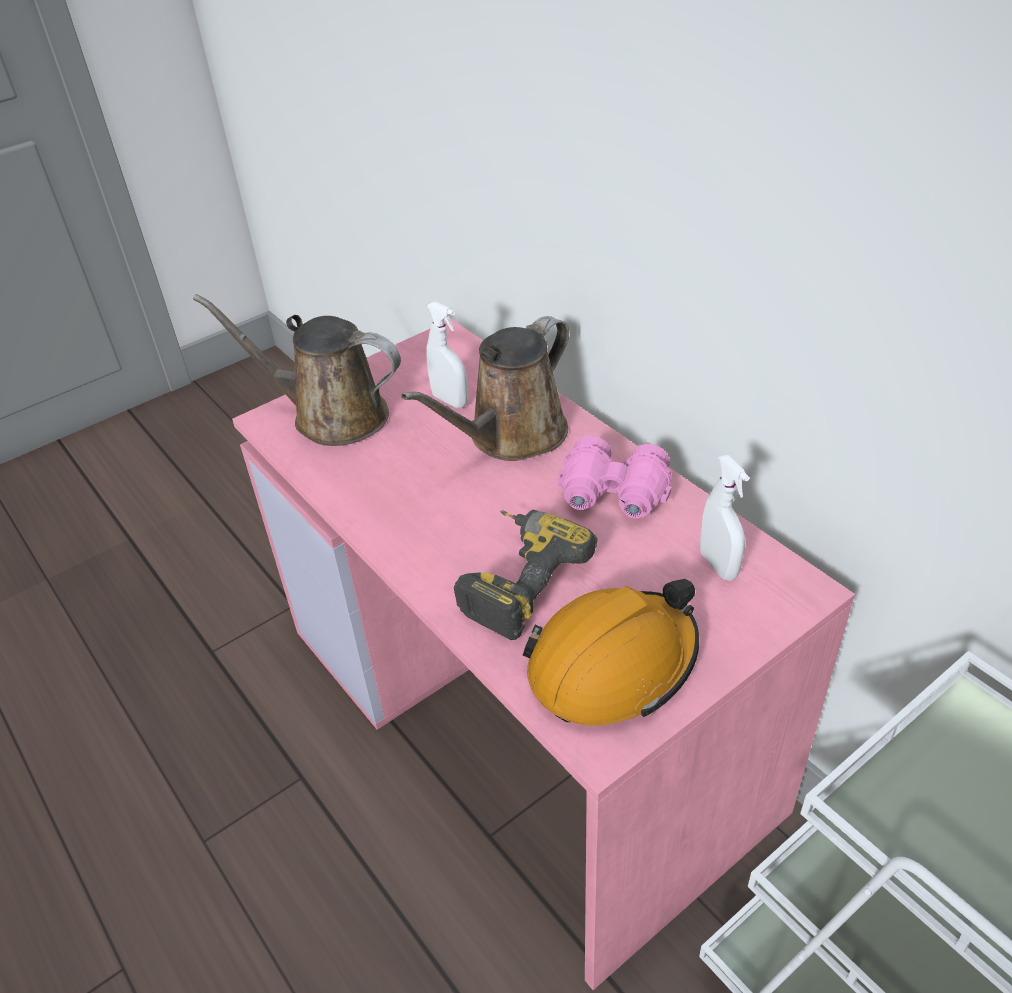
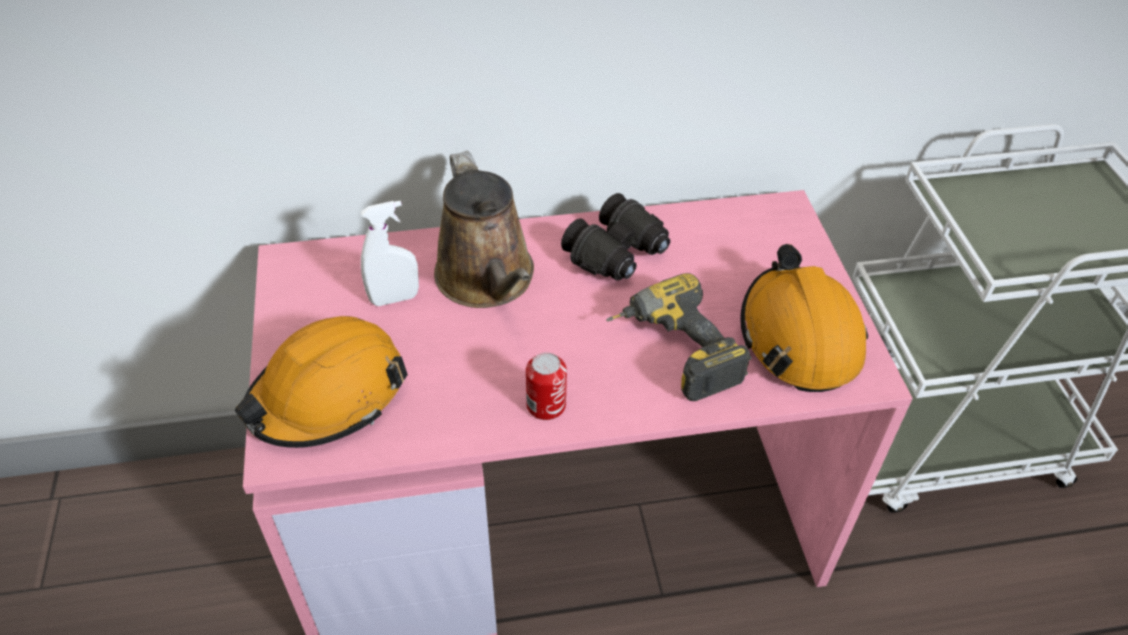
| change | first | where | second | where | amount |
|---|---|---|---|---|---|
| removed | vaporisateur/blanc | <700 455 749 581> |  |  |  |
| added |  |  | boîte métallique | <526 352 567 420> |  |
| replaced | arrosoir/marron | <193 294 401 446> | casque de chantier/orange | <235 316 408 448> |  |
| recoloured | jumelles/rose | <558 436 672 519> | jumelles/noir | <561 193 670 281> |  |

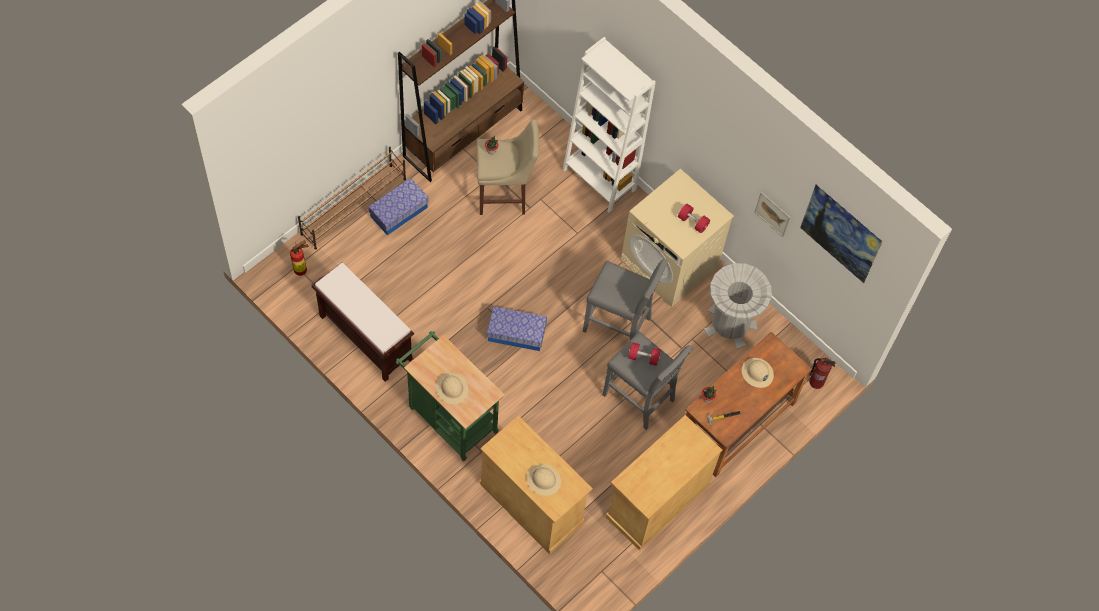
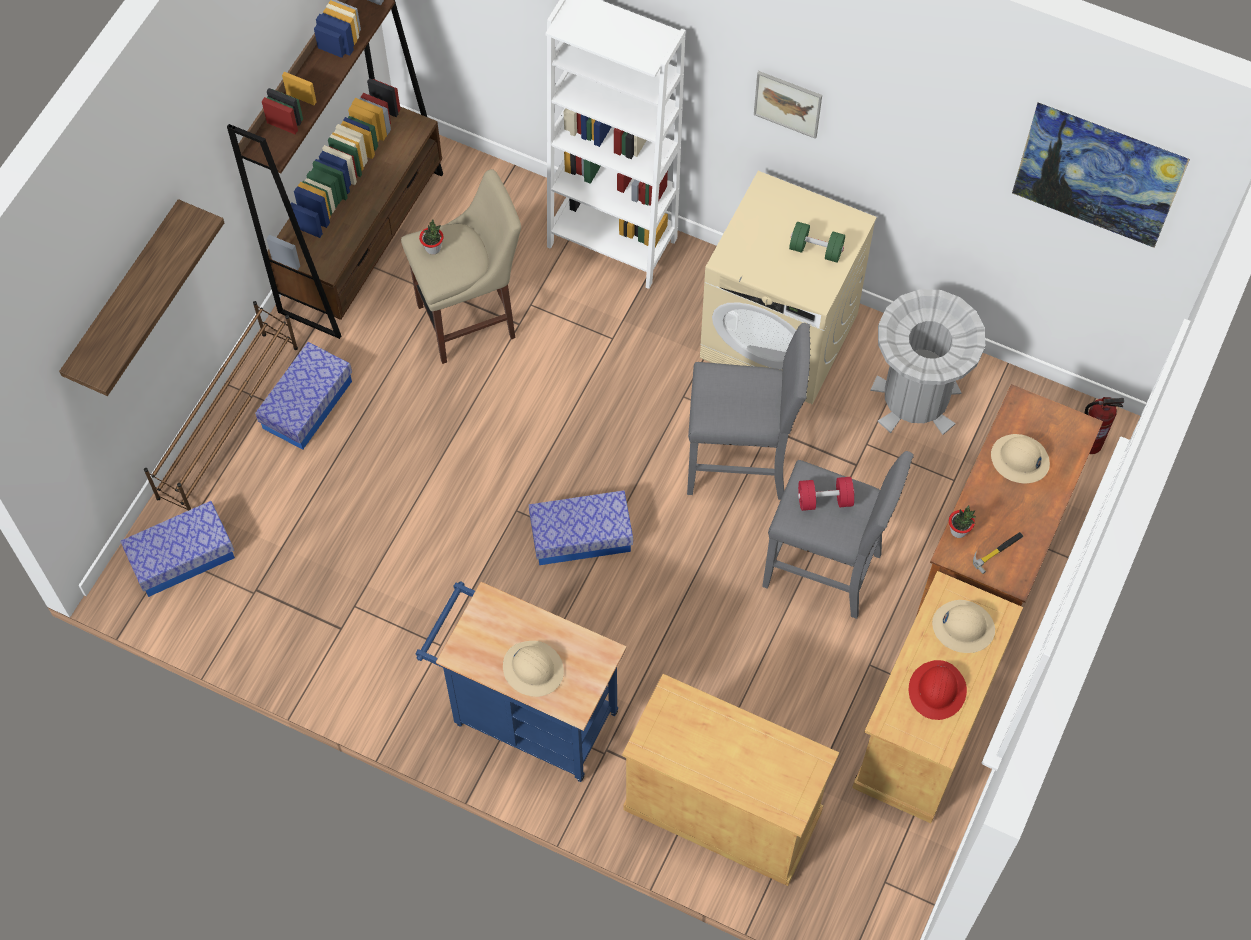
| change | first | where | second | where | amount |
|---|---|---|---|---|---|
| removed | banc/marron | <312 262 414 382> |  |  |  |
| added |  |  | étagère | <59 199 224 396> |  |
| added |  |  | casque de chantier/rouge | <909 660 967 720> |  |
| moved | casque de chantier/beige | <527 464 561 496> |  | <932 600 995 653> |  |
| moved | tableau | <755 192 791 237> |  | <754 71 822 139> |  |
| replaced | extincteur | <290 240 309 276> | boîte de rangement | <120 501 235 597> |  |
| recoloured | chariot/vert | <396 331 505 461> | chariot/bleu | <416 581 627 782> |  |
| recoloured | haltère/rouge | <678 204 710 233> | haltère/vert | <789 222 845 263> |  |

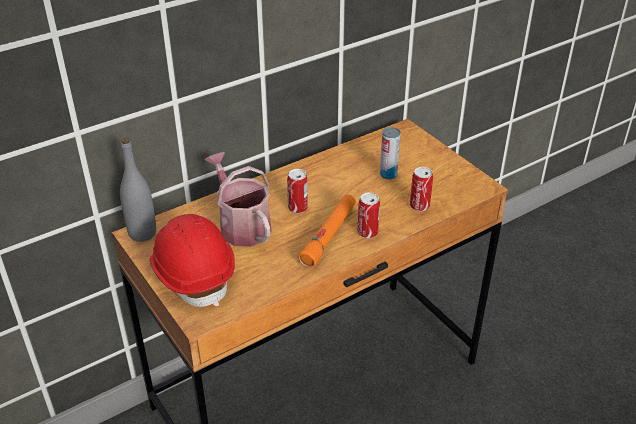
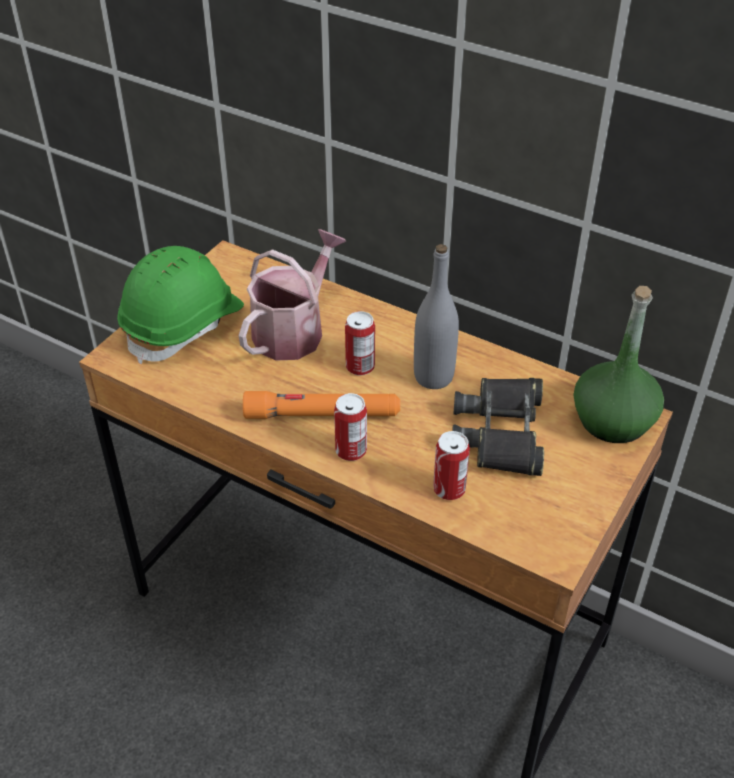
| change | first | where | second | where | amount |
|---|---|---|---|---|---|
| added |  |  | bouteille/vert | <574 286 664 443> |  |
| moved | bouteille/gris | <120 138 156 242> |  | <414 244 459 389> |  |
| replaced | boîte métallique | <380 127 401 179> | jumelles/noir | <452 378 544 476> |  |
| recoloured | casque de chantier/rouge | <149 214 235 307> | casque de chantier/vert | <117 246 244 364> |  |

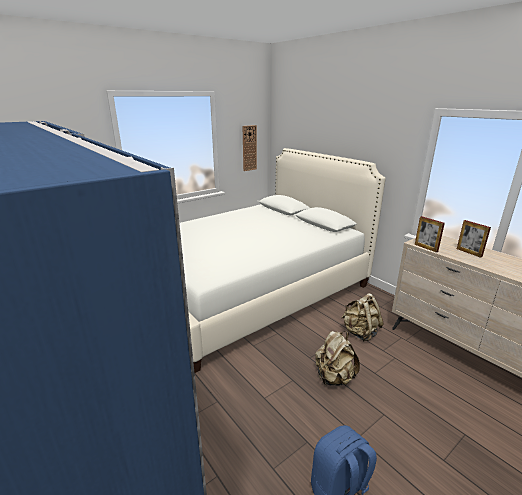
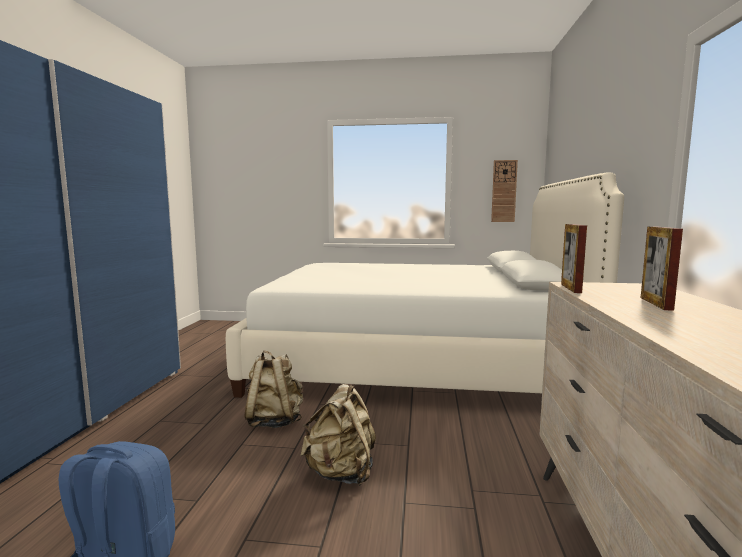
| change | first | where | second | where | amount |
|---|---|---|---|---|---|
| moved | sac à dos/beige | <341 293 384 342> |  | <244 351 304 428> |  |

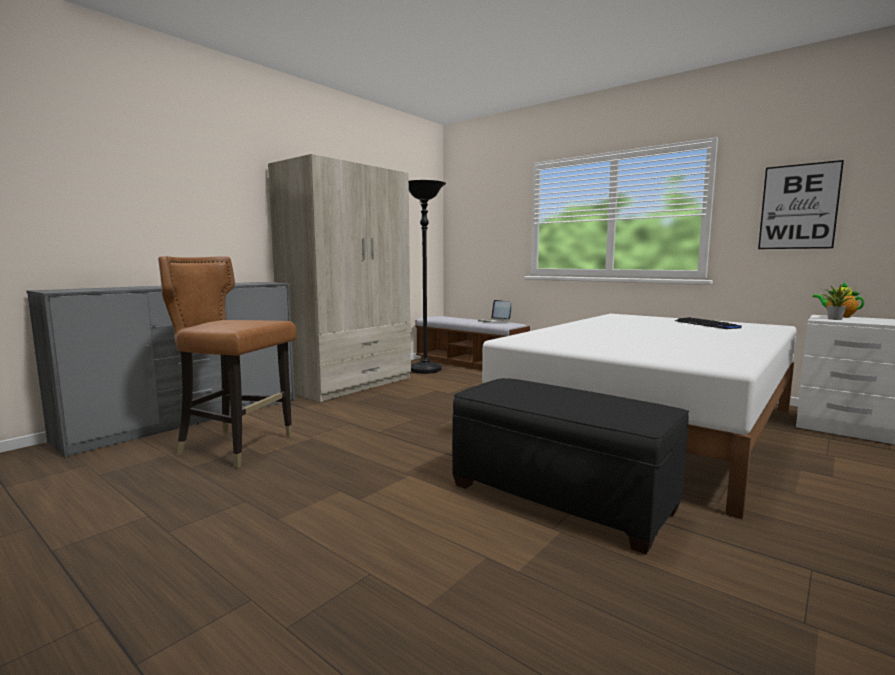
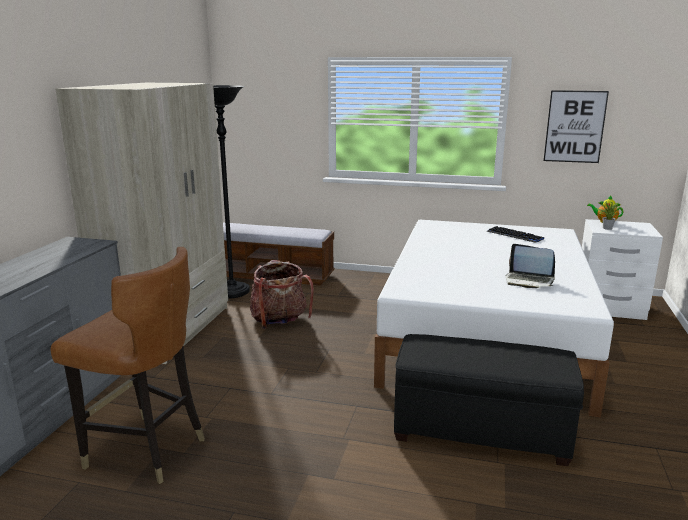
| change | first | where | second | where | amount |
|---|---|---|---|---|---|
| added |  |  | sac à dos | <250 260 314 329> |  |
| moved | ordinateur portable | <478 300 511 322> |  | <506 244 555 288> |  |
| turned | chaise/marron | <158 256 297 468> |  | <51 247 205 484> | 150 degrees counterclockwise |

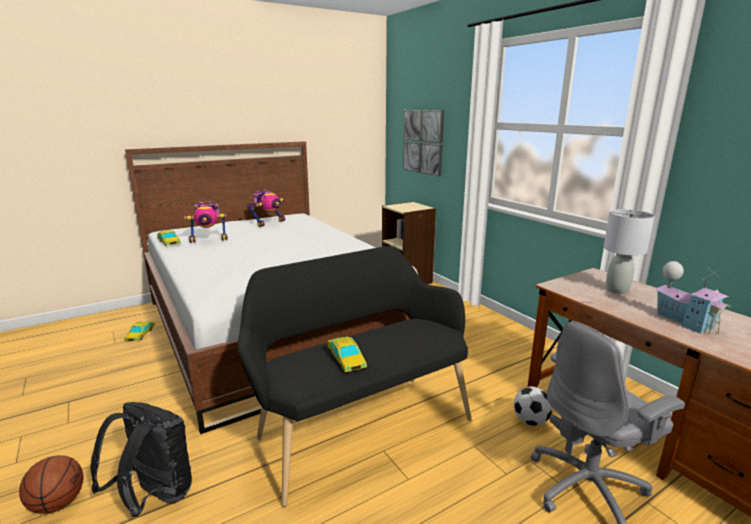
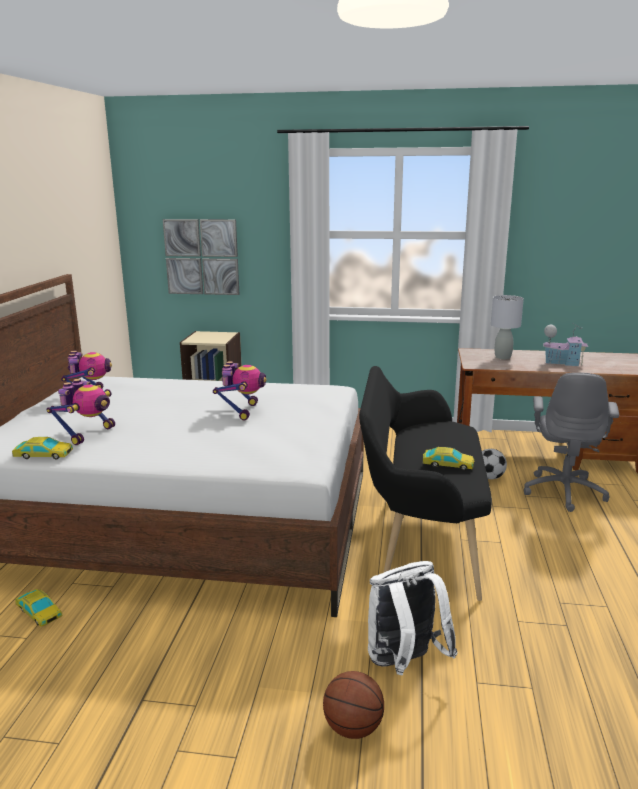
| change | first | where | second | where | amount |
|---|---|---|---|---|---|
| added |  |  | robot jouet | <213 361 267 420> |  |
| recoloured | sac à dos/noir | <90 402 192 517> | sac à dos/blanc | <368 561 458 675> |  |

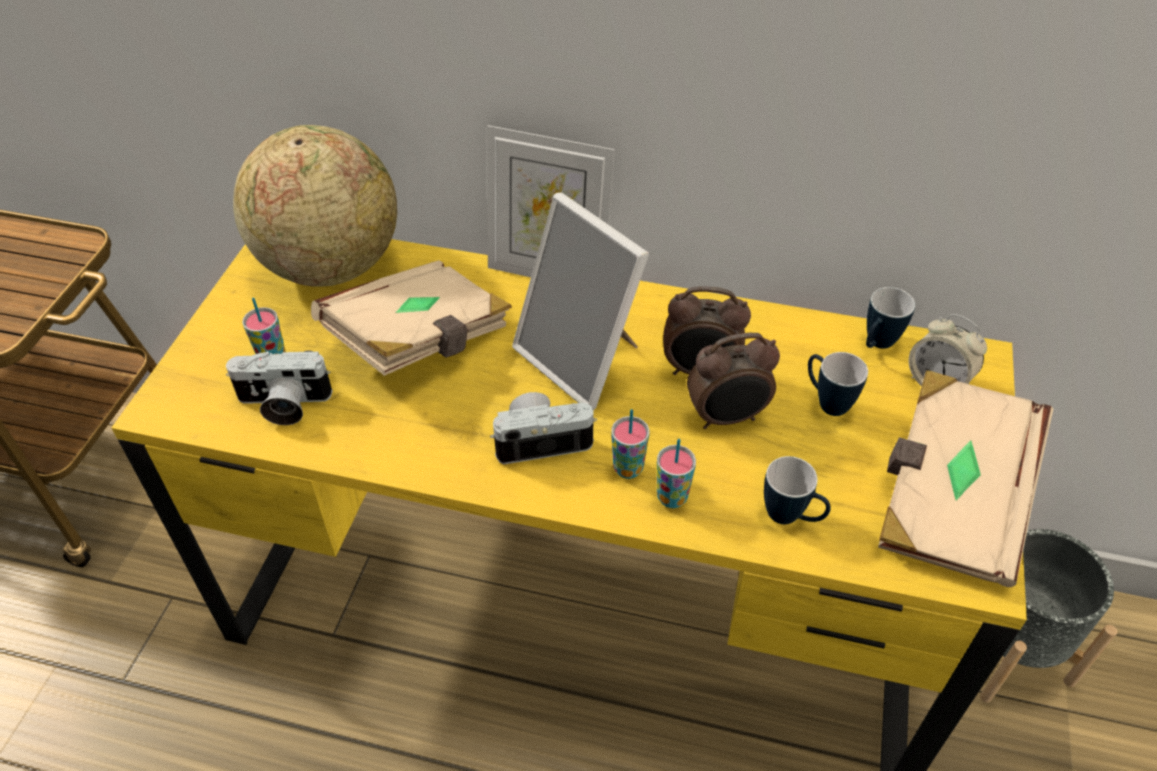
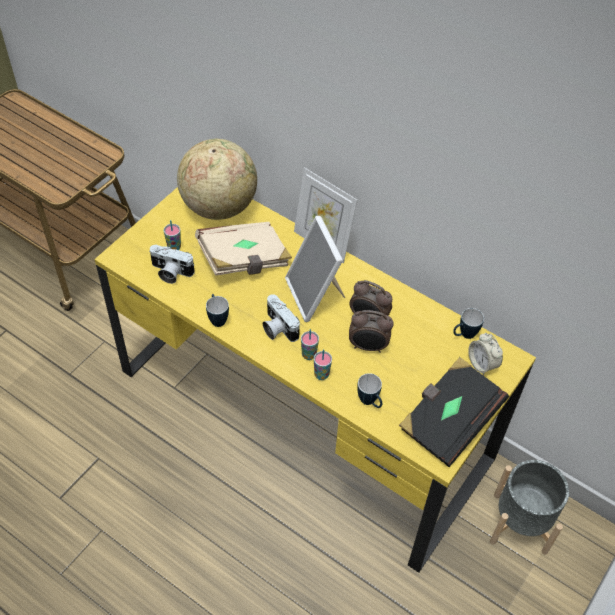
| change | first | where | second | where | amount |
|---|---|---|---|---|---|
| moved | mug | <808 352 868 416> |  | <206 294 229 327> |  |
| recoloured | livre/beige | <878 370 1054 587> | livre/noir | <399 357 509 467> |  |
| turned | appareil photo | <490 392 597 464> |  | <263 294 300 342> | 135 degrees counterclockwise |

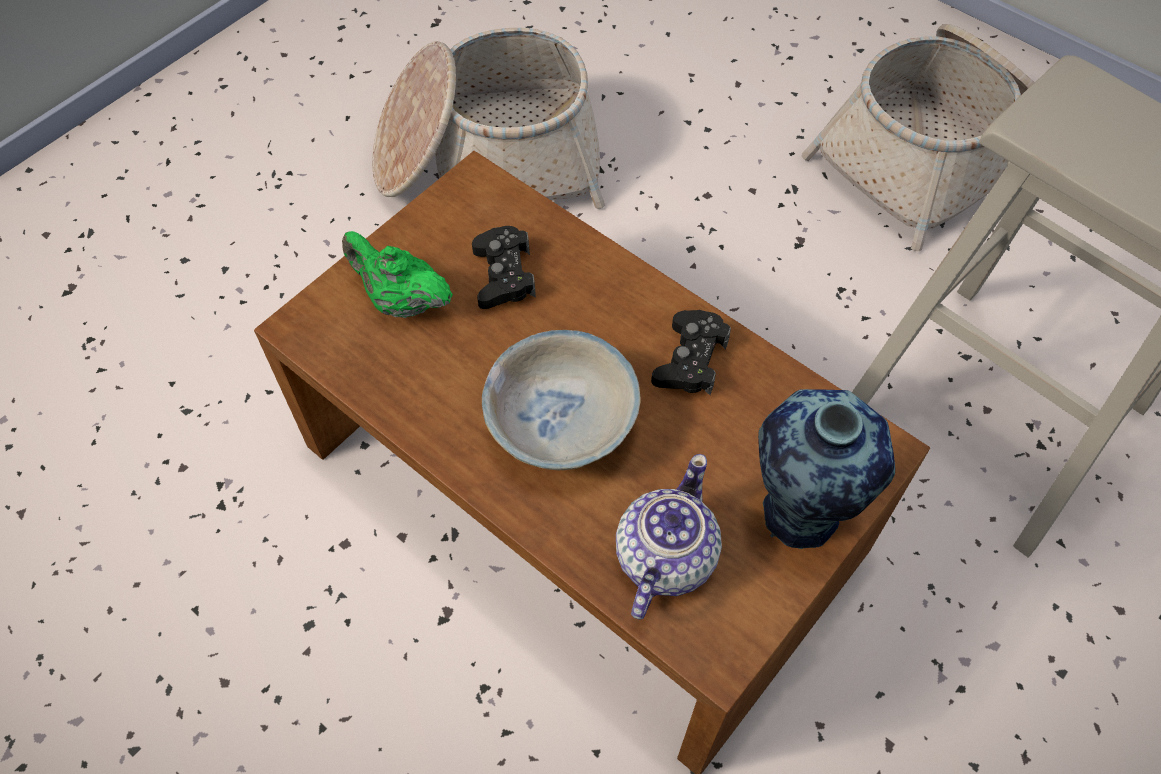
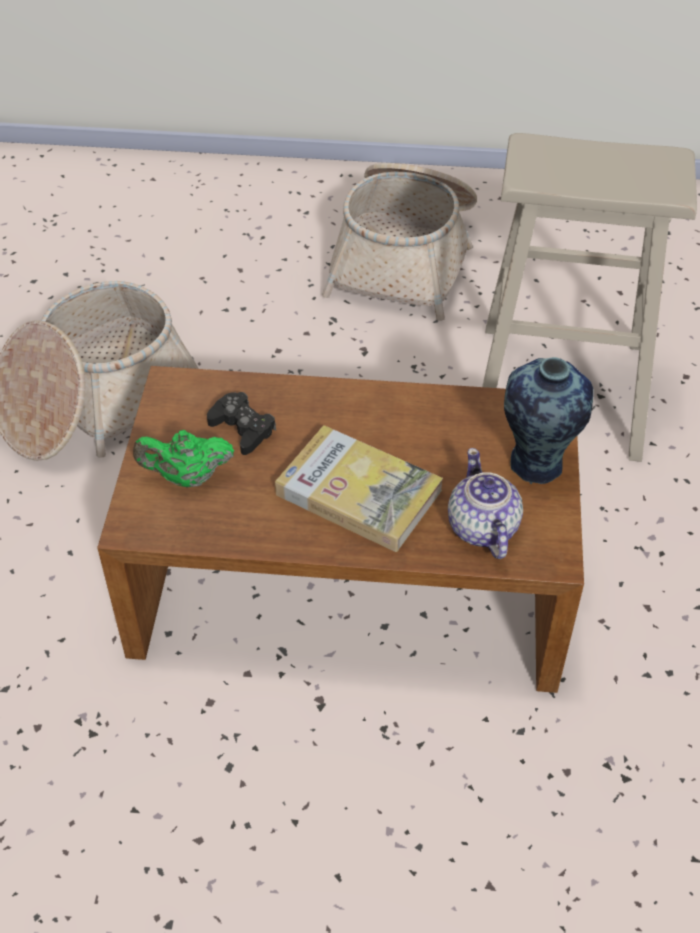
| change | first | where | second | where | amount |
|---|---|---|---|---|---|
| removed | manette/noir | <651 310 731 395> |  |  |  |
| replaced | bol/blanc | <482 330 641 470> | livre | <275 425 443 552> |  |

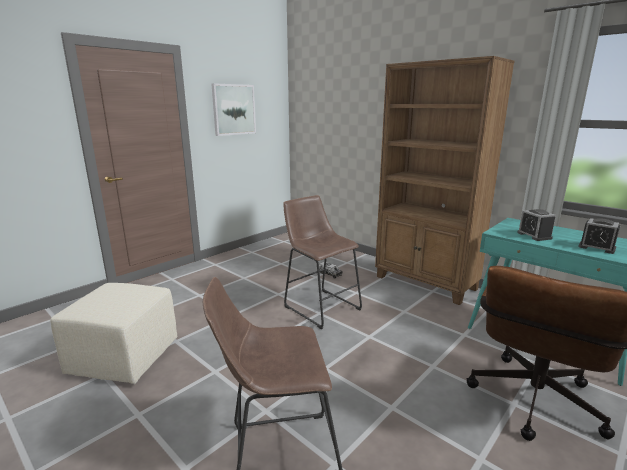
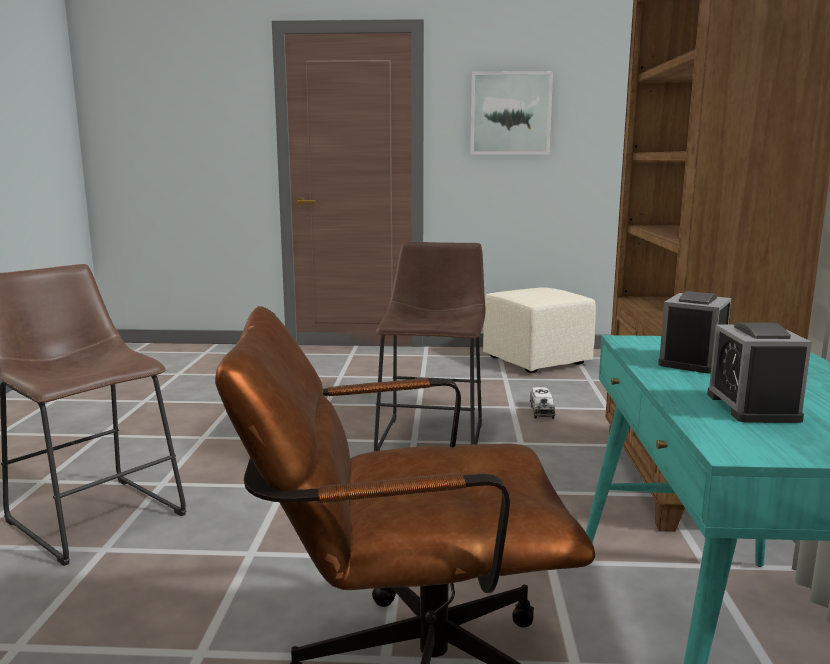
| change | first | where | second | where | amount |
|---|---|---|---|---|---|
| moved | pouf/beige | <50 283 177 384> |  | <483 287 596 373> |  |

